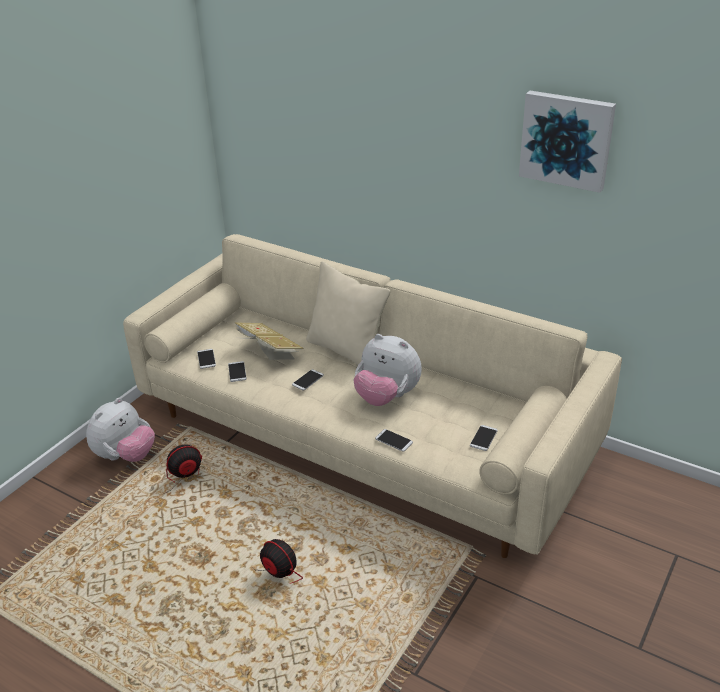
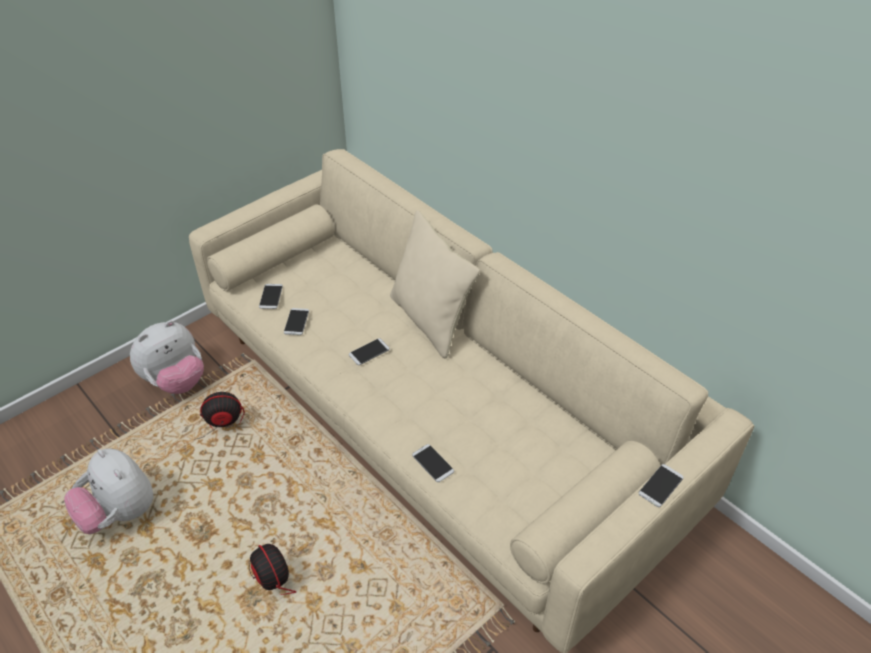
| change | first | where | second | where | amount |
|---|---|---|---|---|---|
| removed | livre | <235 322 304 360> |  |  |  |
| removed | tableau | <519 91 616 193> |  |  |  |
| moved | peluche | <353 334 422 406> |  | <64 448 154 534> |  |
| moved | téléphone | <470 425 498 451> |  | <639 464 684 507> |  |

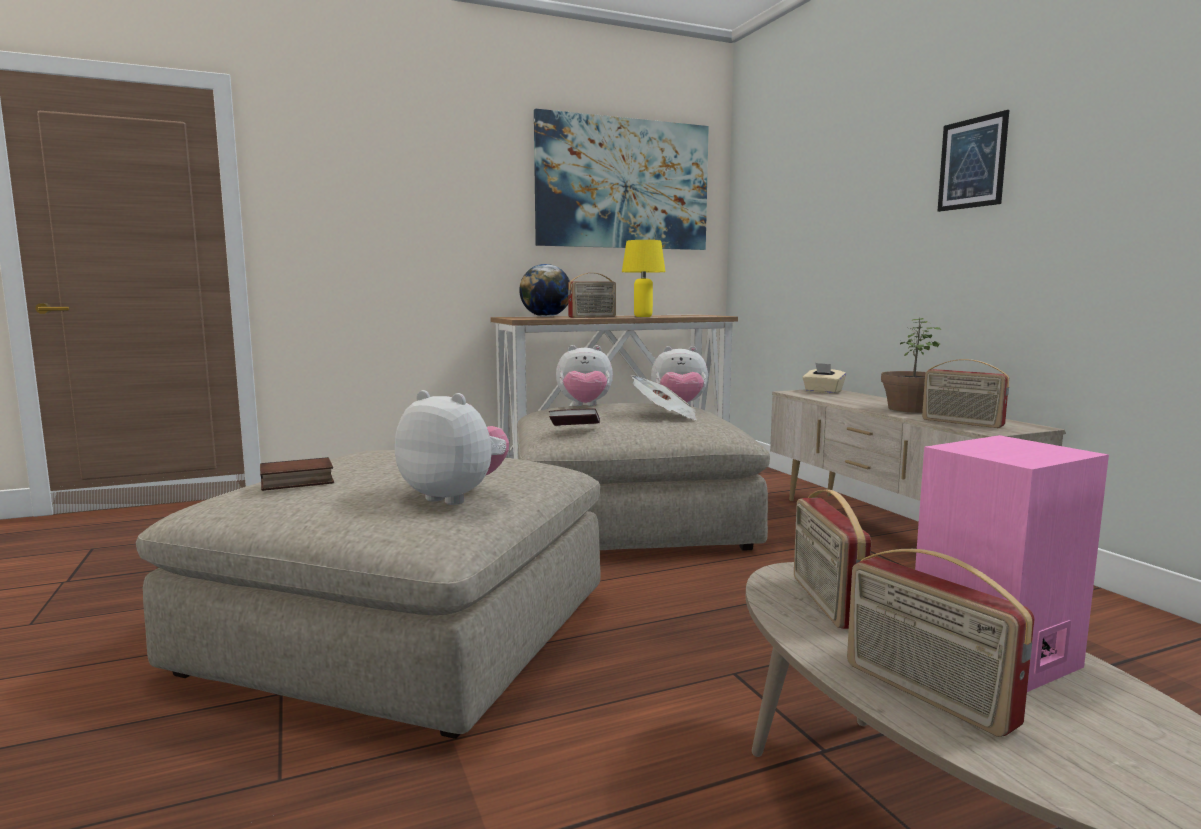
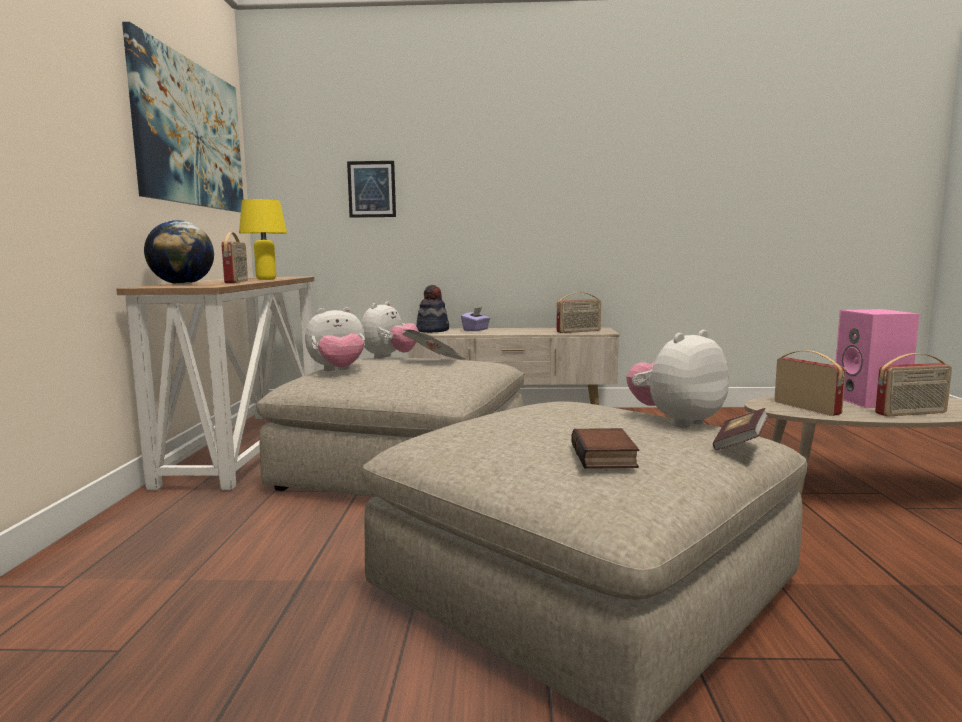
| change | first | where | second | where | amount |
|---|---|---|---|---|---|
| removed | plante en pot | <881 317 941 413> |  |  |  |
| added |  |  | boîte à mouchoirs/violet | <461 307 490 331> |  |
| moved | livre | <549 408 600 426> |  | <713 408 768 450> |  |
| moved | tableau | <937 110 1009 212> |  | <347 161 396 218> |  |
| replaced | boîte à mouchoirs/beige | <802 363 846 394> | chapeau | <416 285 449 333> |  |
| turned | peluche | <556 345 613 406> |  | <305 307 365 371> | 45 degrees clockwise |
| turned | radio | <794 490 871 629> |  | <774 350 846 416> | 135 degrees counterclockwise |

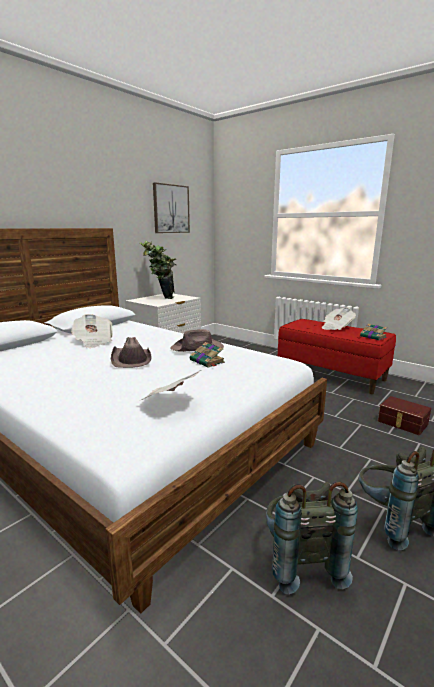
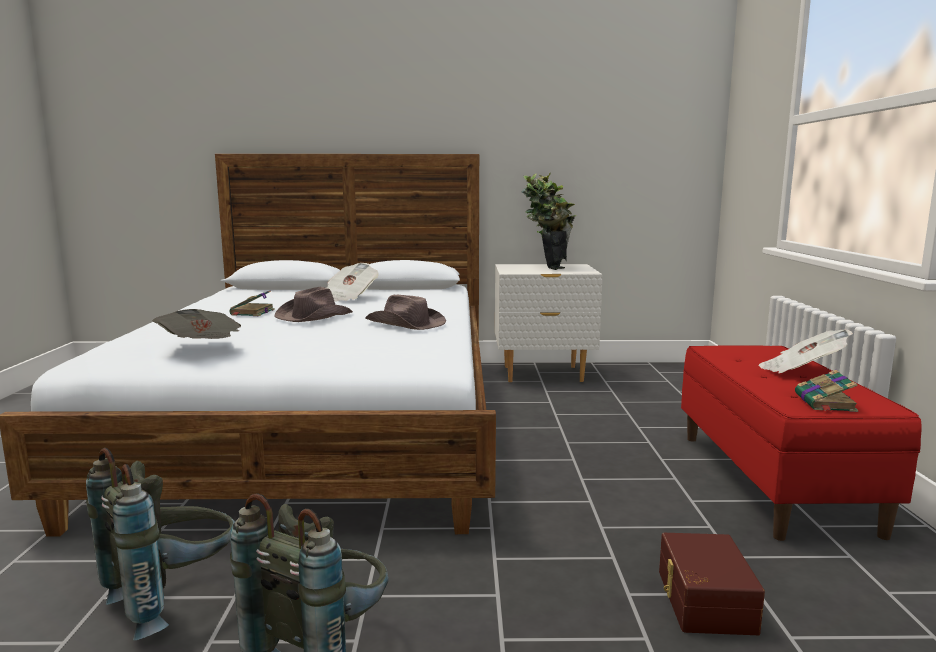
| change | first | where | second | where | amount |
|---|---|---|---|---|---|
| removed | tableau | <153 182 190 233> |  |  |  |
| moved | livre | <190 342 225 368> |  | <229 290 275 316> |  |

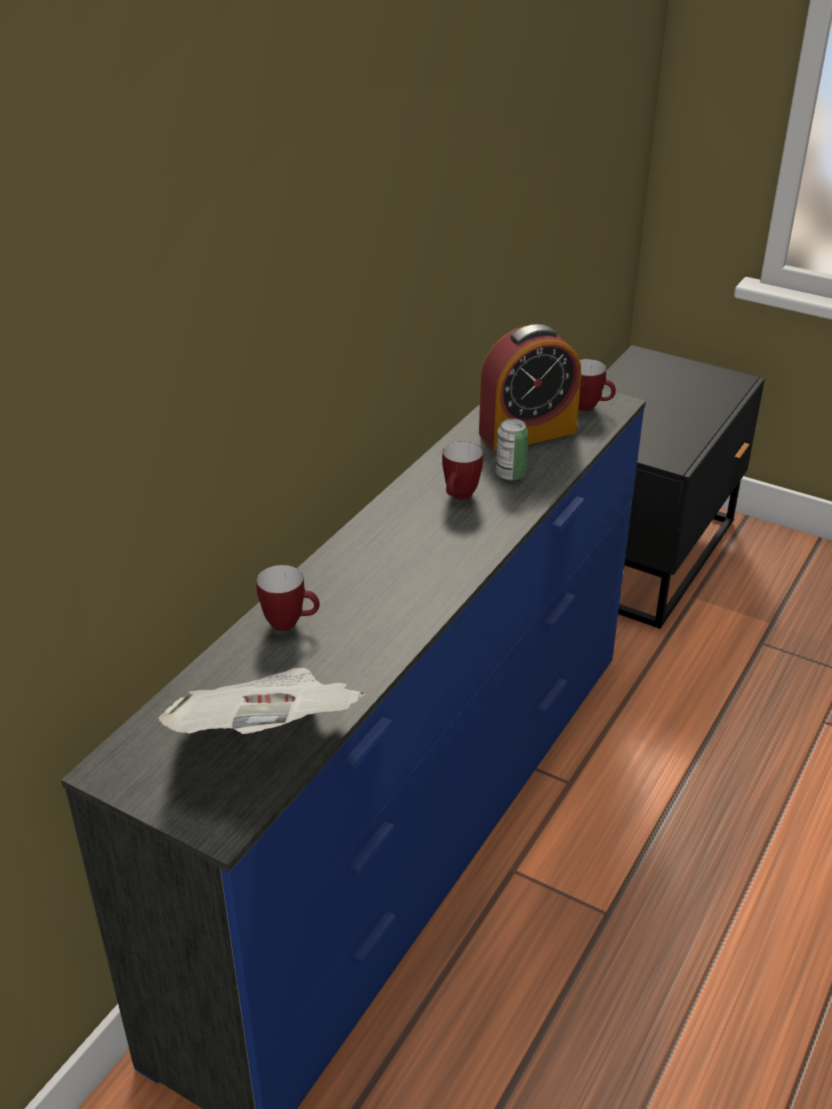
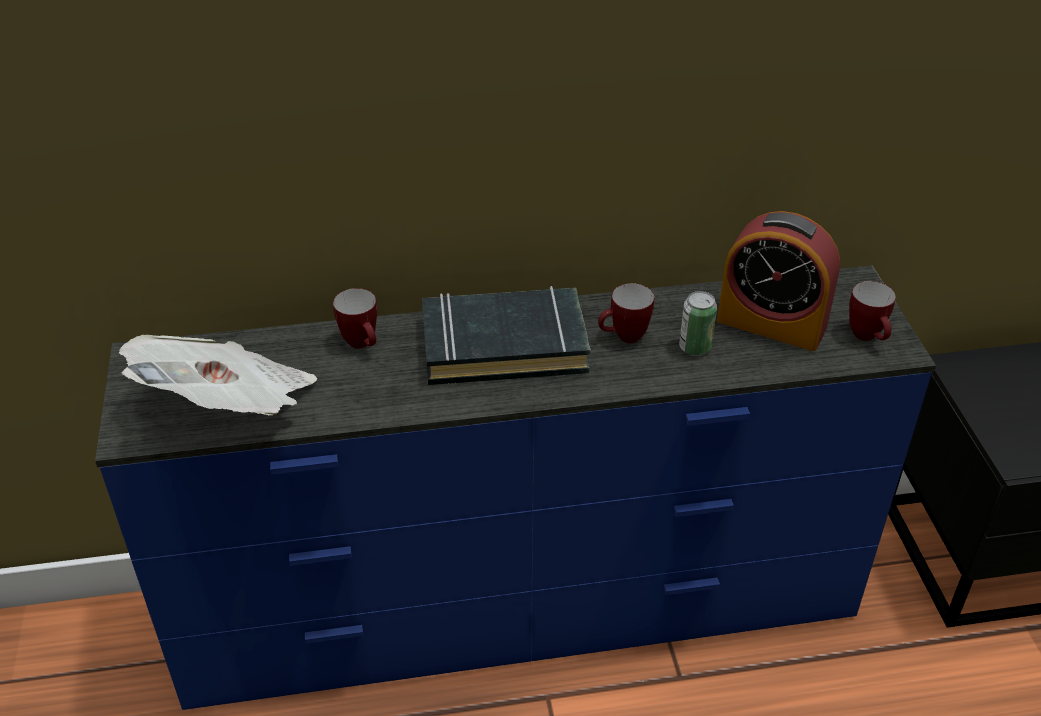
| change | first | where | second | where | amount |
|---|---|---|---|---|---|
| added |  |  | livre/noir | <422 286 591 385> |  |

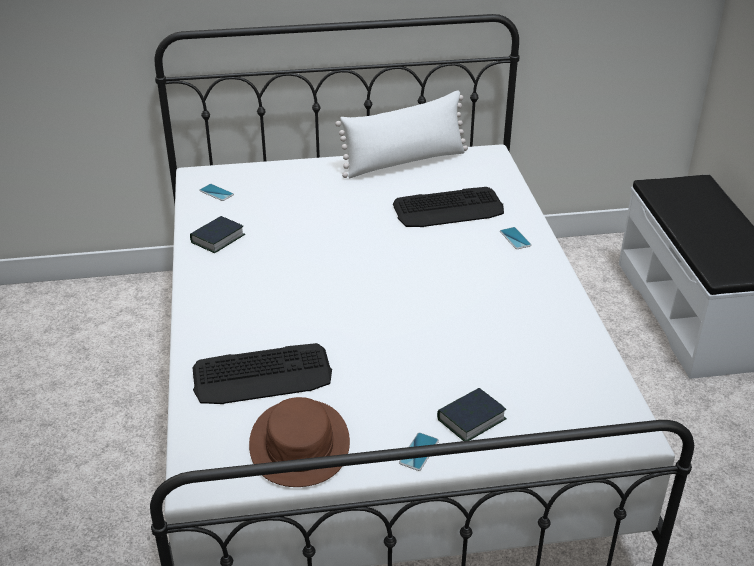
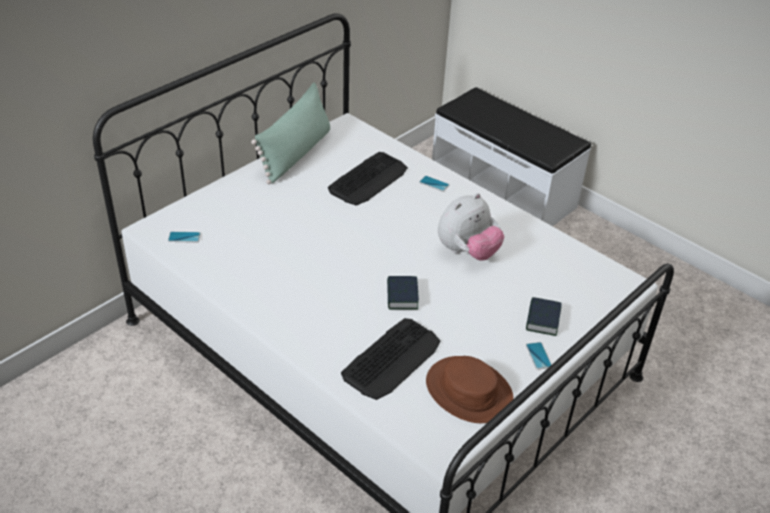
| change | first | where | second | where | amount |
|---|---|---|---|---|---|
| added |  |  | peluche | <438 193 504 261> |  |
| moved | livre | <190 216 245 253> |  | <387 276 419 310> |  |
| recoloured | coussin/blanc | <335 91 468 178> | coussin/vert | <251 83 330 184> |  |

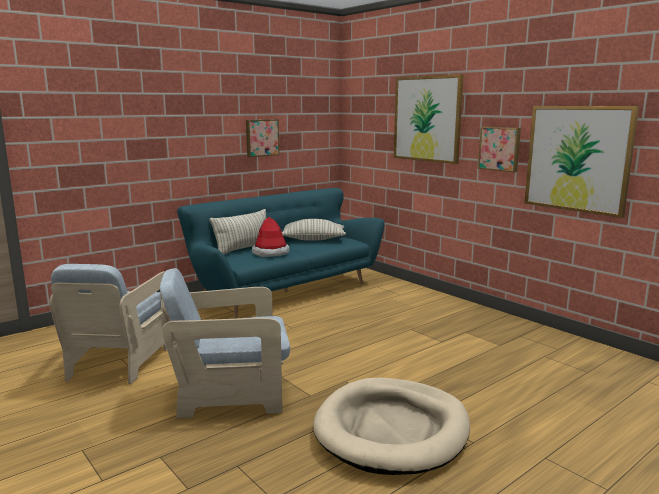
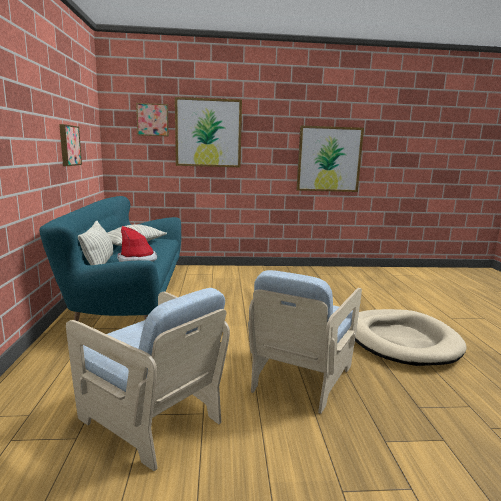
| change | first | where | second | where | amount |
|---|---|---|---|---|---|
| moved | tableau | <478 127 521 172> |  | <136 103 169 136> |  |

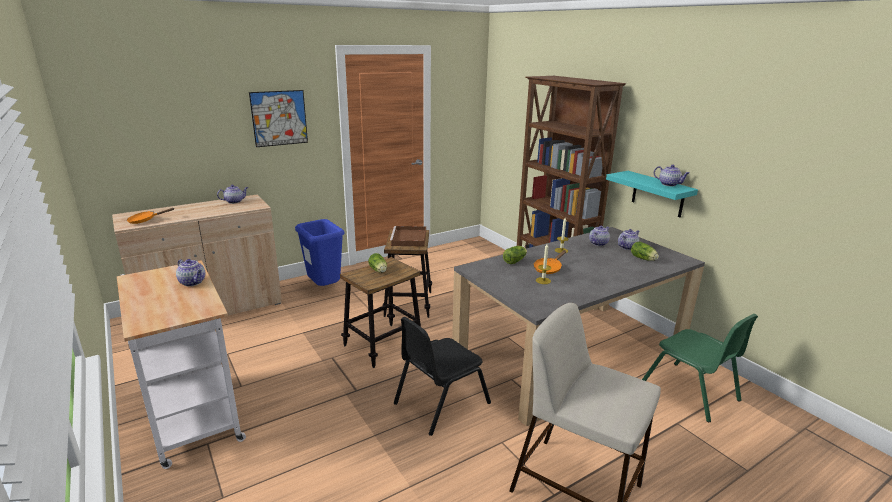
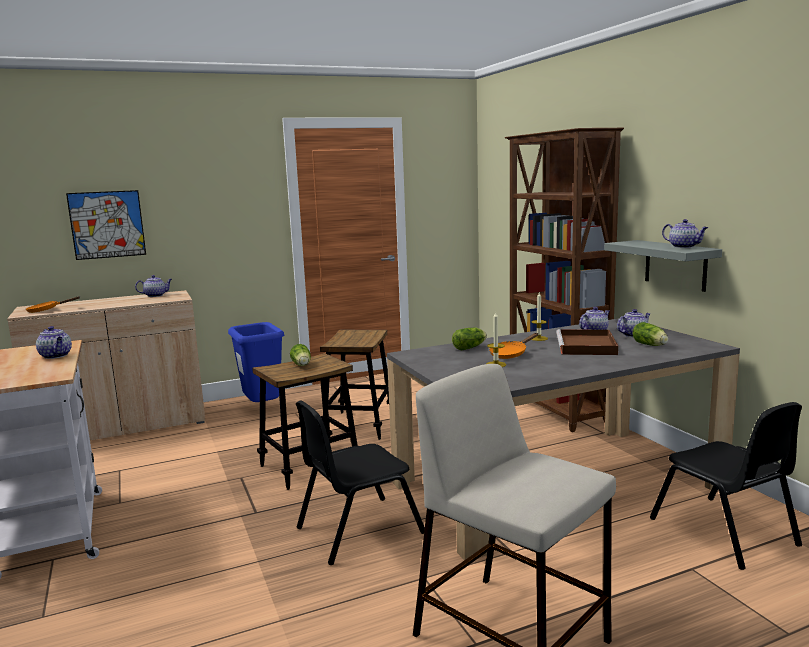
| change | first | where | second | where | amount |
|---|---|---|---|---|---|
| moved | tableau | <249 90 308 147> |  | <66 190 146 260> |  |
| moved | plateau/marron | <390 226 426 247> |  | <556 329 618 355> |  |
| recoloured | étagère/turquoise | <606 171 698 217> | étagère/gris | <604 240 722 292> |  |
| recoloured | chaise/vert | <642 314 758 422> | chaise/noir | <650 402 802 570> |  |

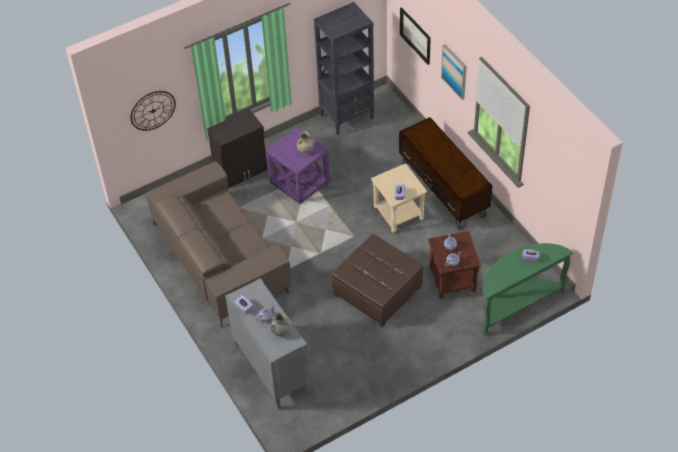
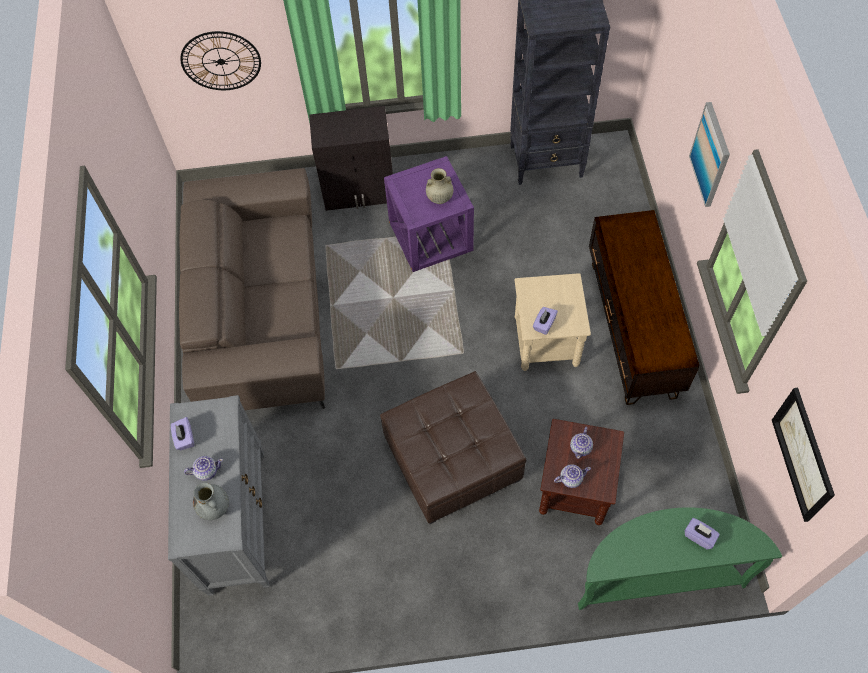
| change | first | where | second | where | amount |
|---|---|---|---|---|---|
| moved | tableau | <400 7 431 65> |  | <772 388 835 522> |  |

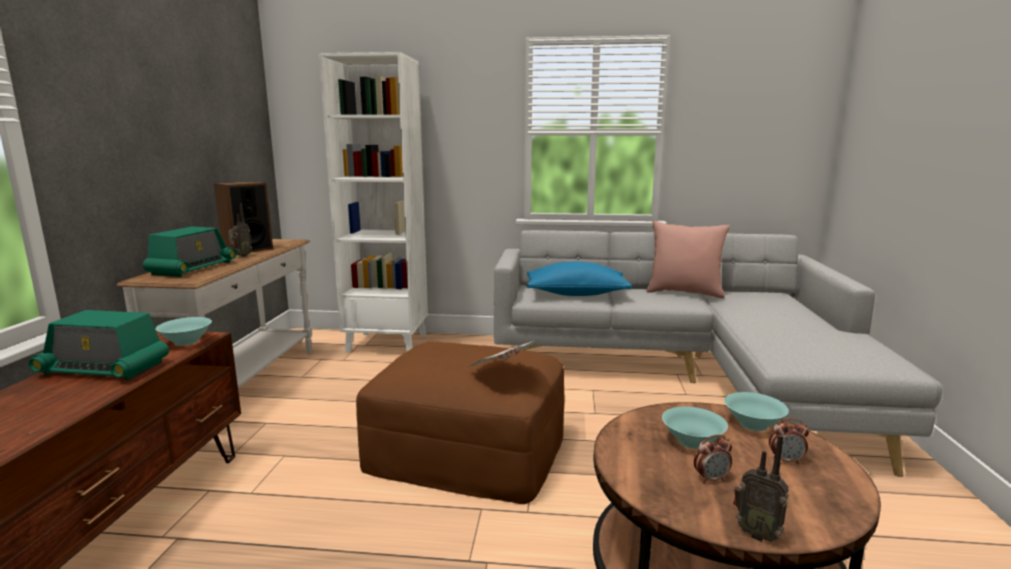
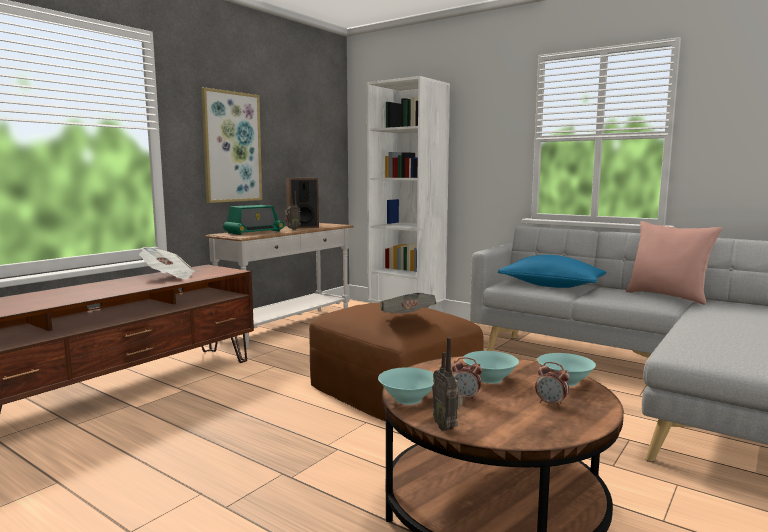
| change | first | where | second | where | amount |
|---|---|---|---|---|---|
| added |  |  | tableau | <201 87 262 203> |  |
| moved | bol/turquoise | <155 317 212 346> |  | <378 367 434 405> |  |
| replaced | radio | <28 310 169 380> | journal | <139 247 195 279> |  |

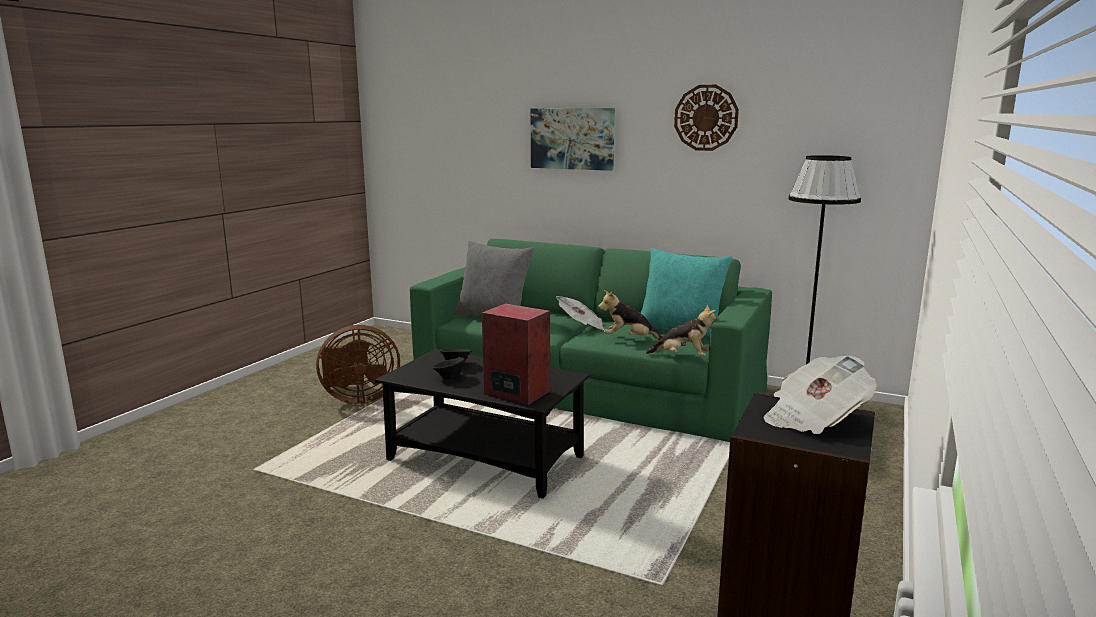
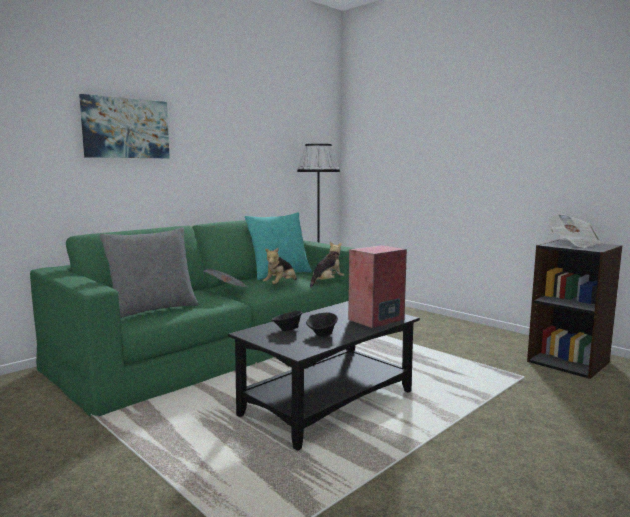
| change | first | where | second | where | amount |
|---|---|---|---|---|---|
| removed | ventilateur/marron | <316 325 400 404> |  |  |  |
| removed | horloge murale | <674 85 739 151> |  |  |  |

